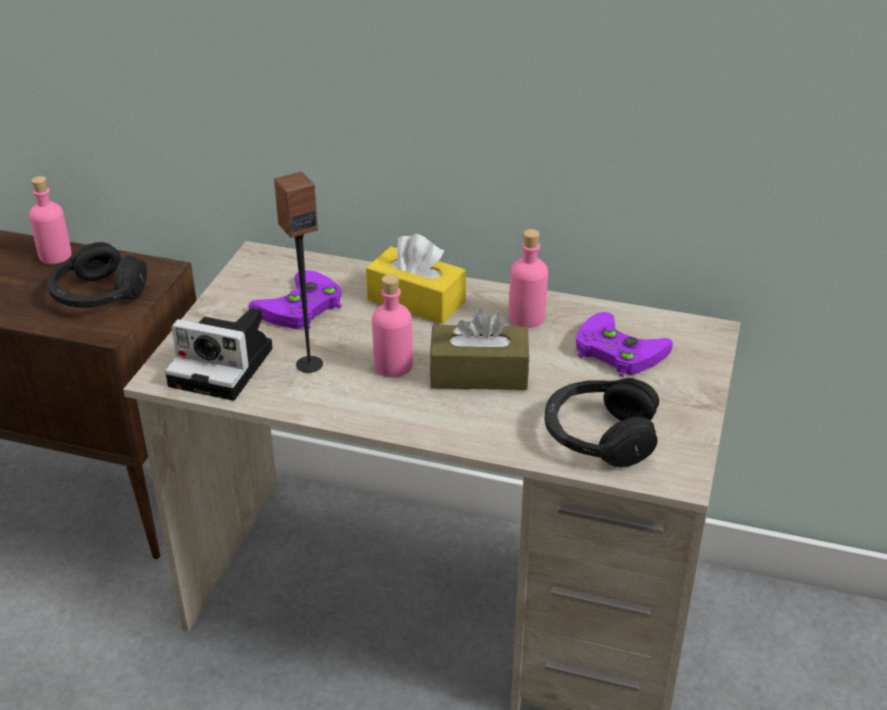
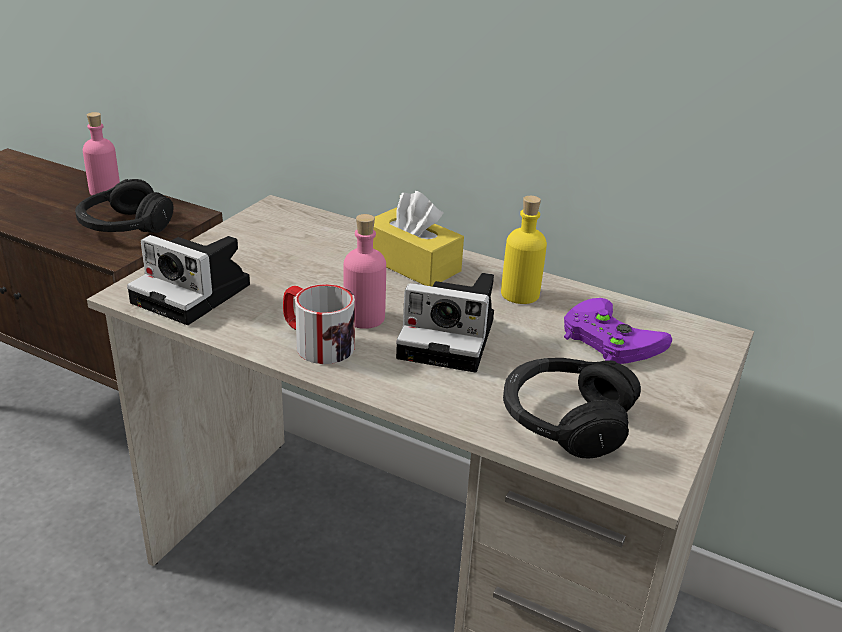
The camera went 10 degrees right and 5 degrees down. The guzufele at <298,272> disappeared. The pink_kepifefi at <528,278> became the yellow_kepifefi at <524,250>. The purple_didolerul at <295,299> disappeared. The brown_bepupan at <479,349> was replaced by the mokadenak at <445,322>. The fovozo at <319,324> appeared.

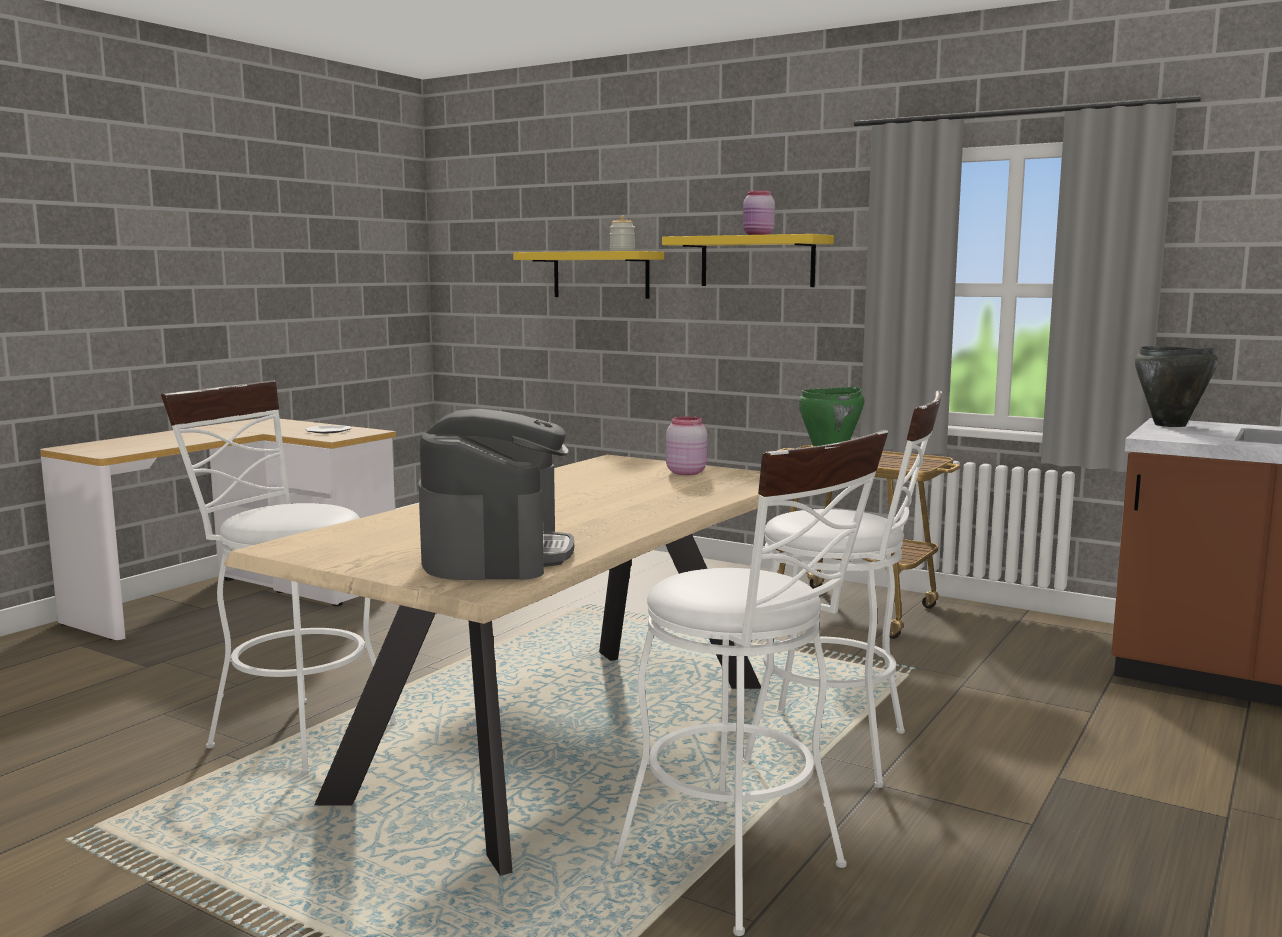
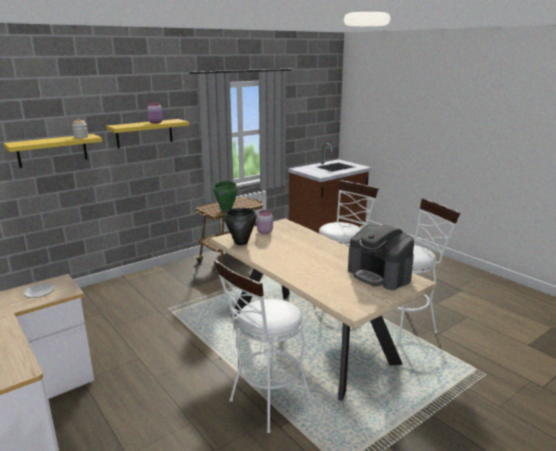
The camera went 70 degrees left and 10 degrees up. The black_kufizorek moved from <1176,386> to <240,226>. The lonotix at <496,494> turned 150 degrees counterclockwise.

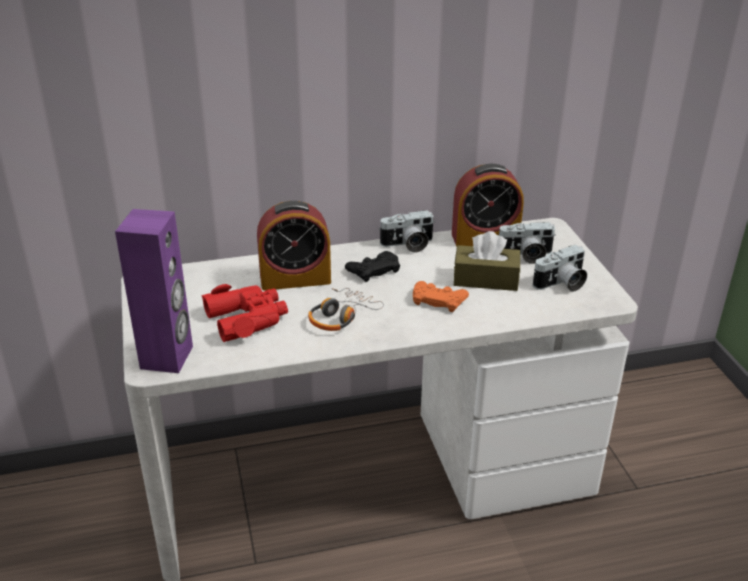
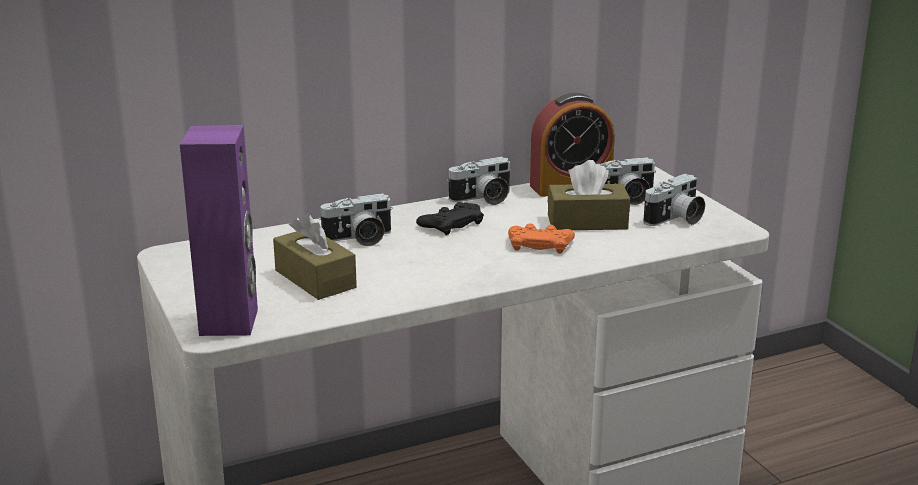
The camera went 10 degrees left and 10 degrees down. The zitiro at <294,246> was replaced by the mokadenak at <355,219>. The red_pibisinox at <245,313> was replaced by the brown_bepupan at <315,256>. The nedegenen at <346,309> disappeared.

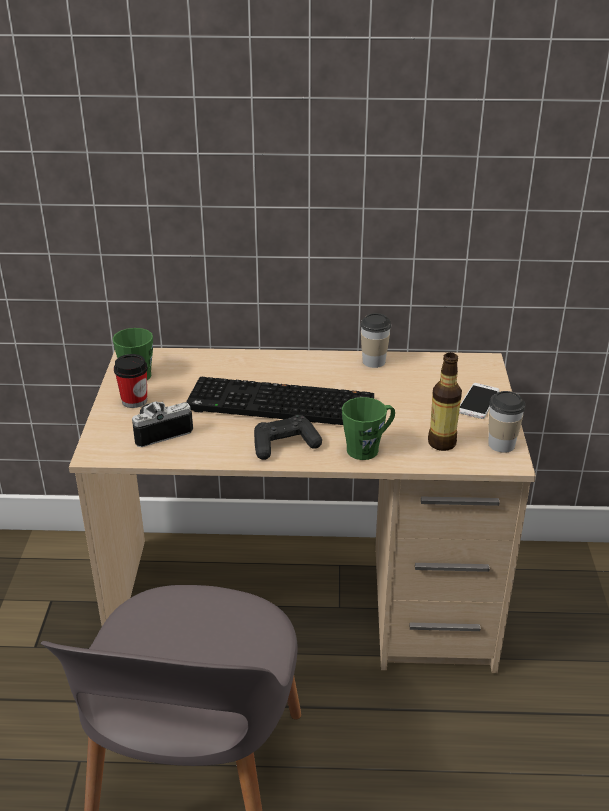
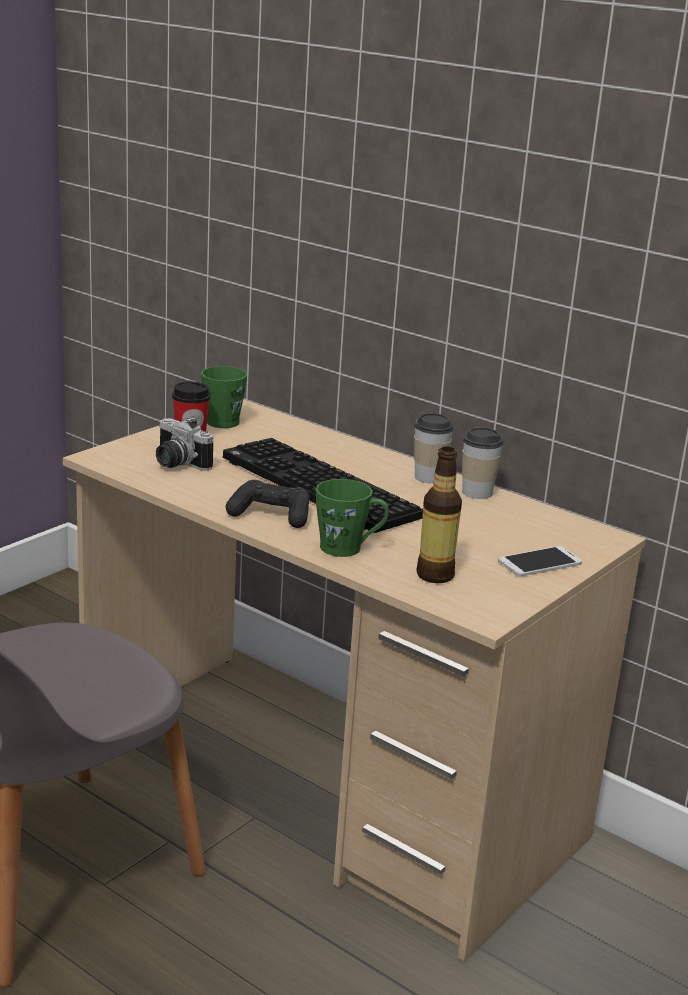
The camera went 35 degrees right and 10 degrees down. The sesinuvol moved from <507,422> to <434,448>. The mokadenak at <162,424> turned 150 degrees counterclockwise.

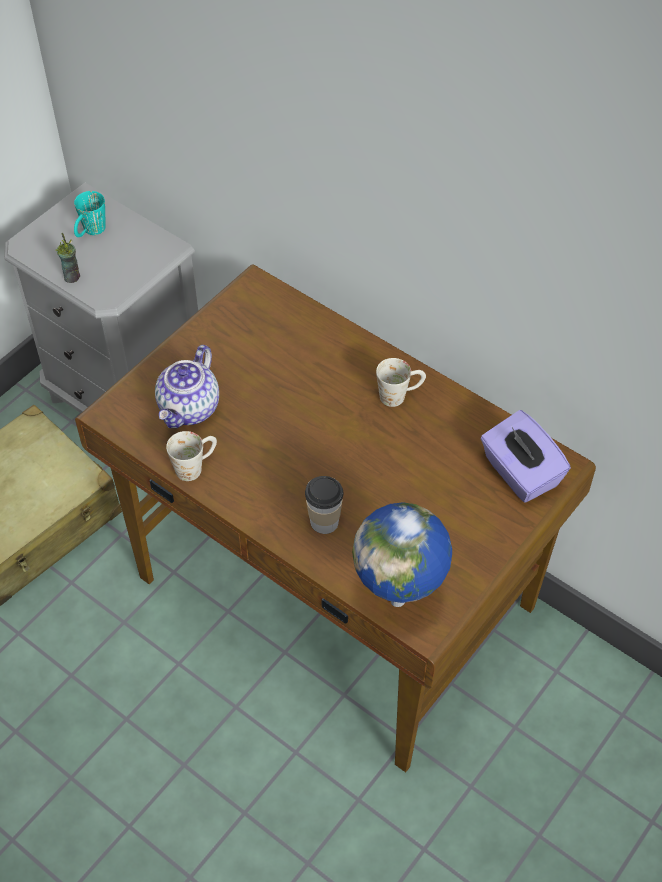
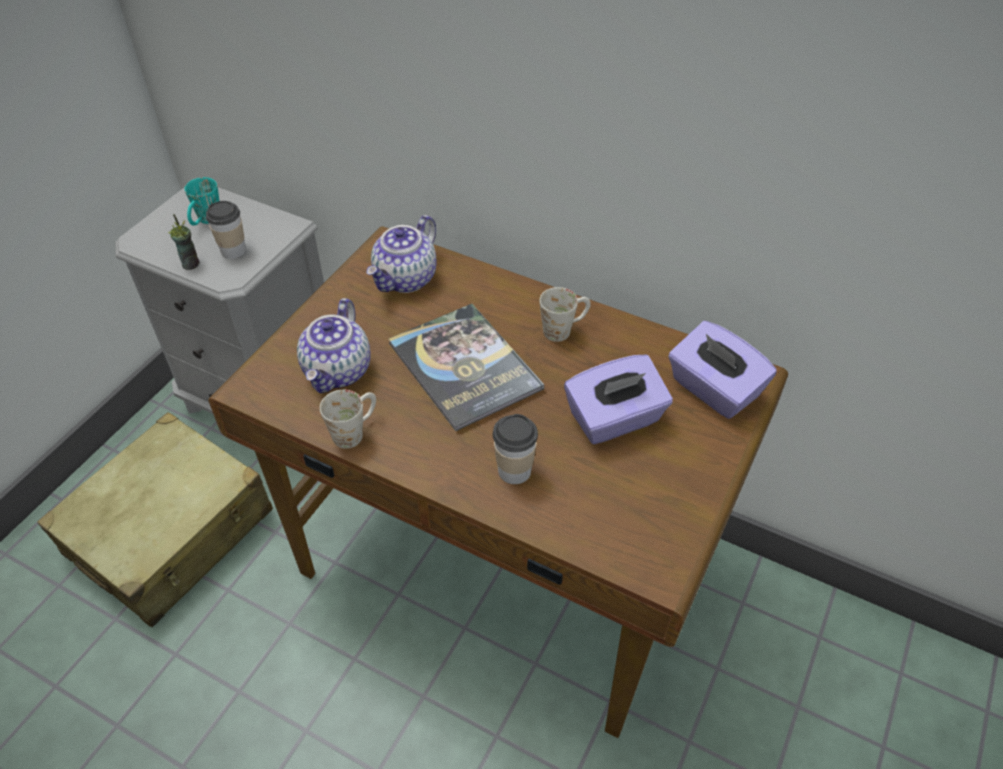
The camera went 10 degrees left and 5 degrees down. The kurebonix at <402,554> disappeared. The sesinuvol at <226,230> appeared. The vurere at <402,254> appeared. The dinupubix at <466,367> appeared. The purple_bepupan at <618,399> appeared.

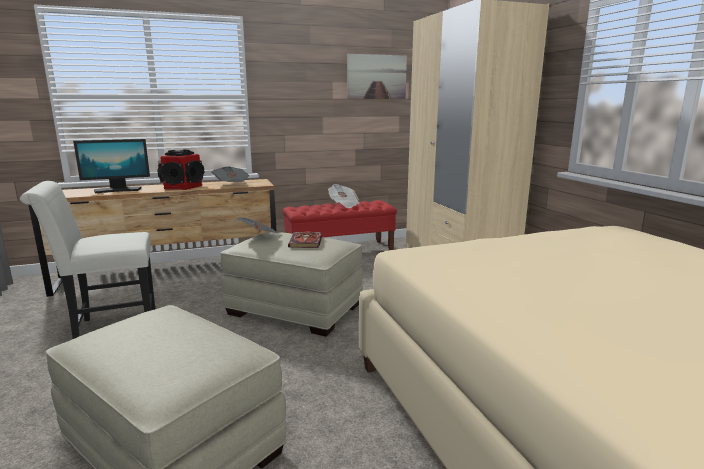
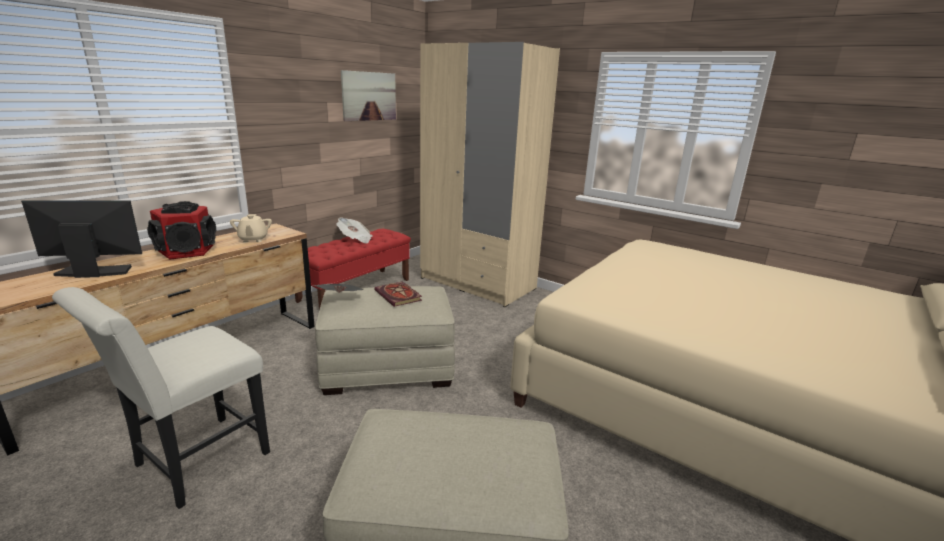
The camera went 35 degrees left and 5 degrees up. The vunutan at <111,166> turned 135 degrees counterclockwise. The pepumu at <230,174> was replaced by the beige_vurere at <251,228>.

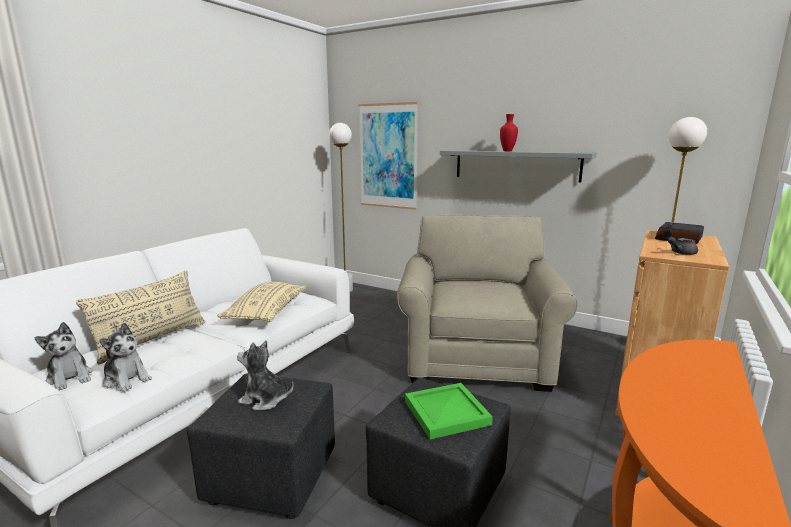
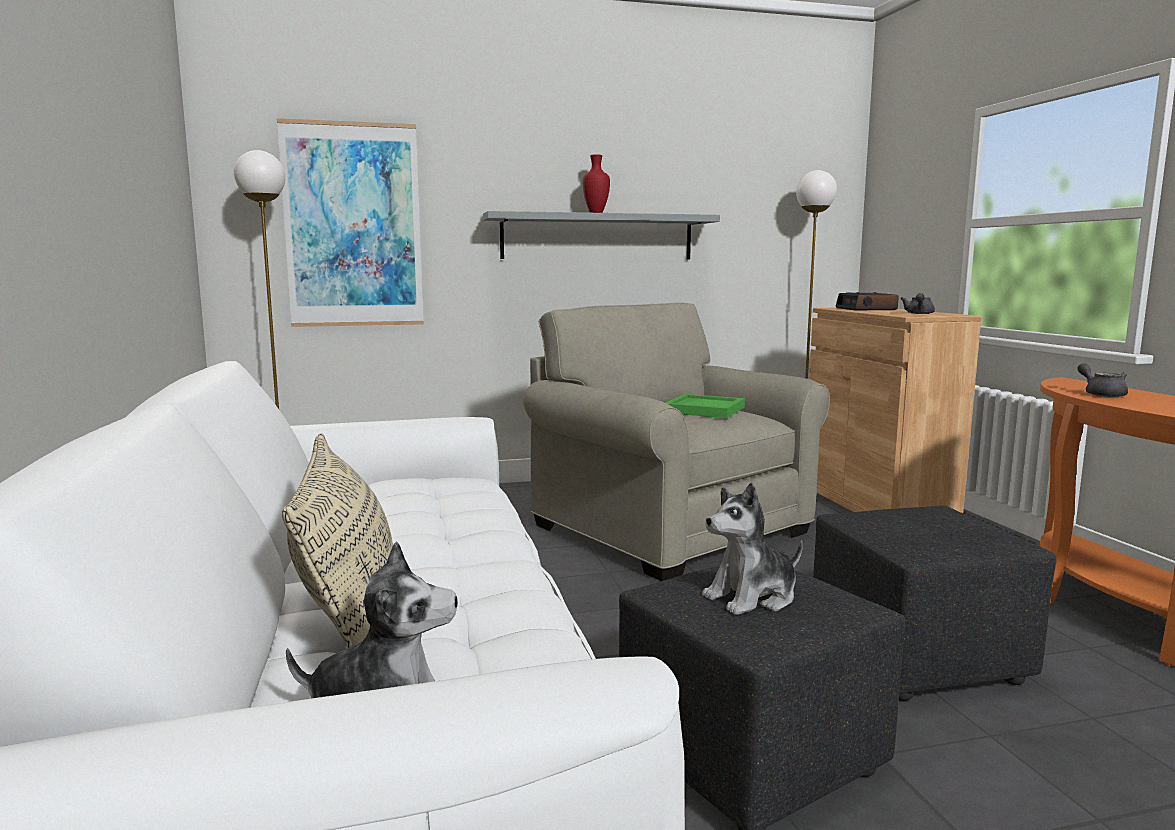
The camera went 45 degrees left and 5 degrees down. The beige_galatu at <262,302> disappeared. The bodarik at <125,357> disappeared. The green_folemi moved from <449,411> to <705,406>. The grey_vurere at <1102,380> appeared.

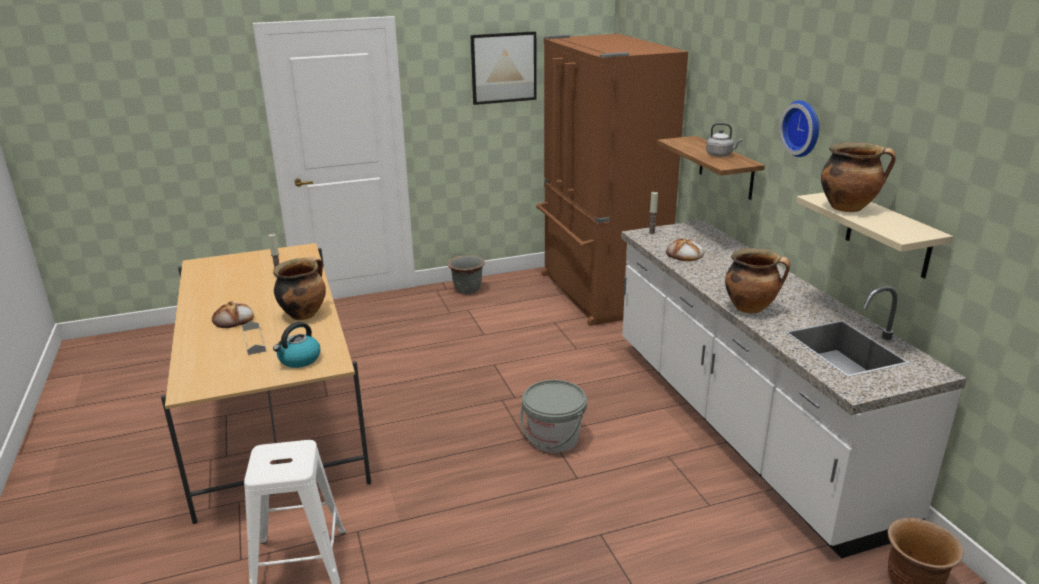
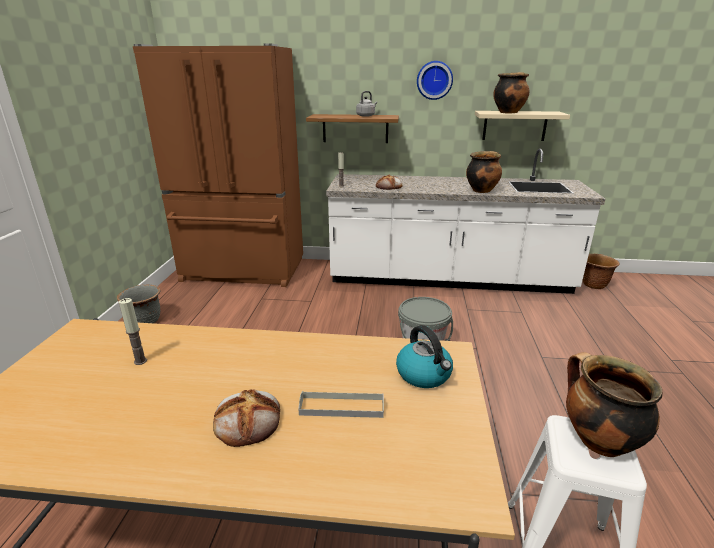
The camera went 65 degrees left and 0 degrees up. The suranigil at <503,68> disappeared. The kufizorek moved from <299,288> to <614,404>.

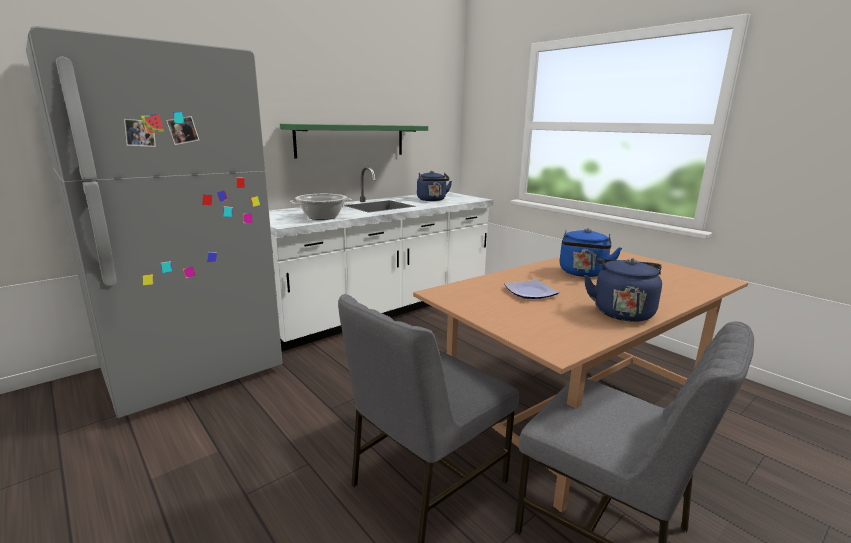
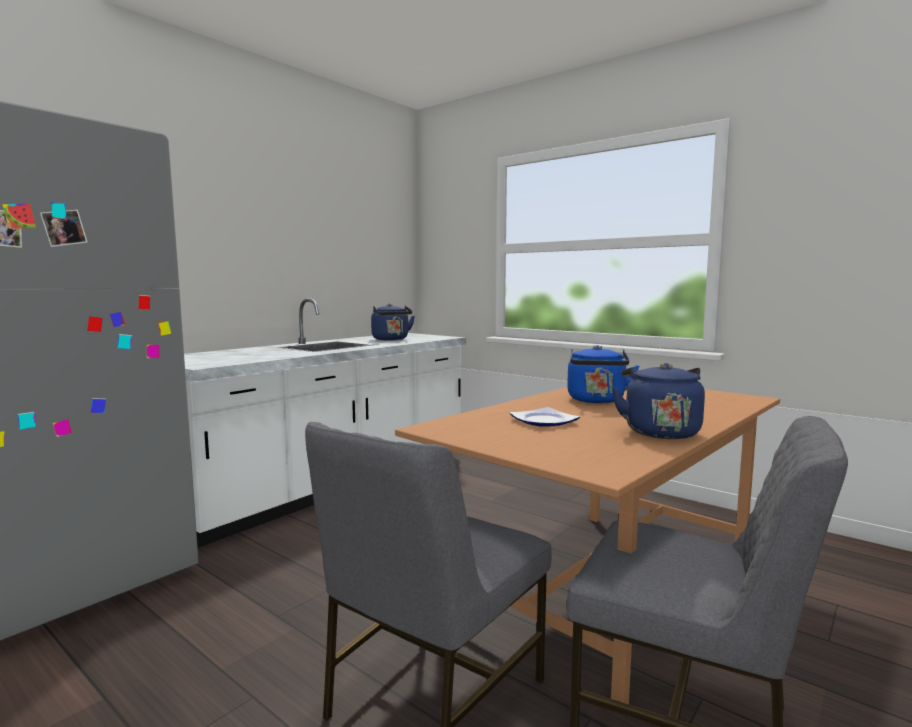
The camera went 10 degrees left and 10 degrees down. The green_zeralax at <354,141> disappeared. The kufizorek at <321,207> disappeared.

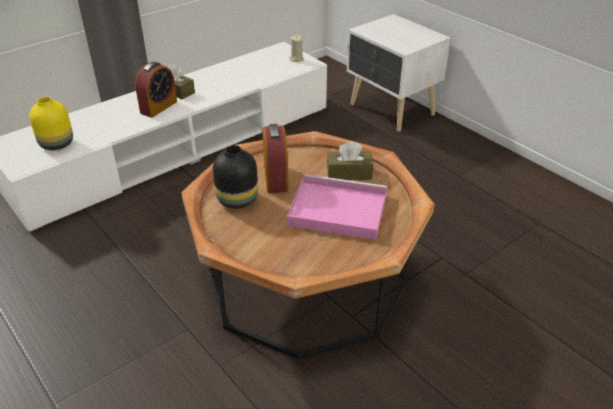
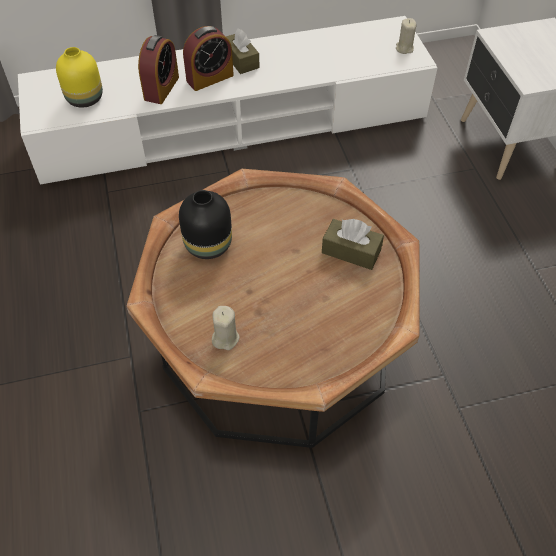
The camera went 25 degrees right and 15 degrees up. The zitiro moved from <275,158> to <158,69>. The pink_folemi at <337,207> disappeared. The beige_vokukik at <226,328> appeared.

